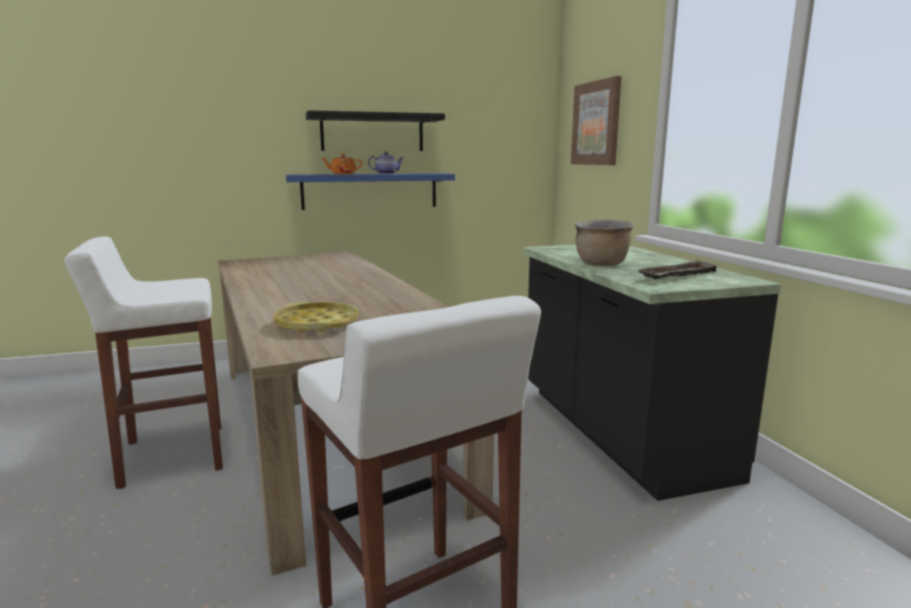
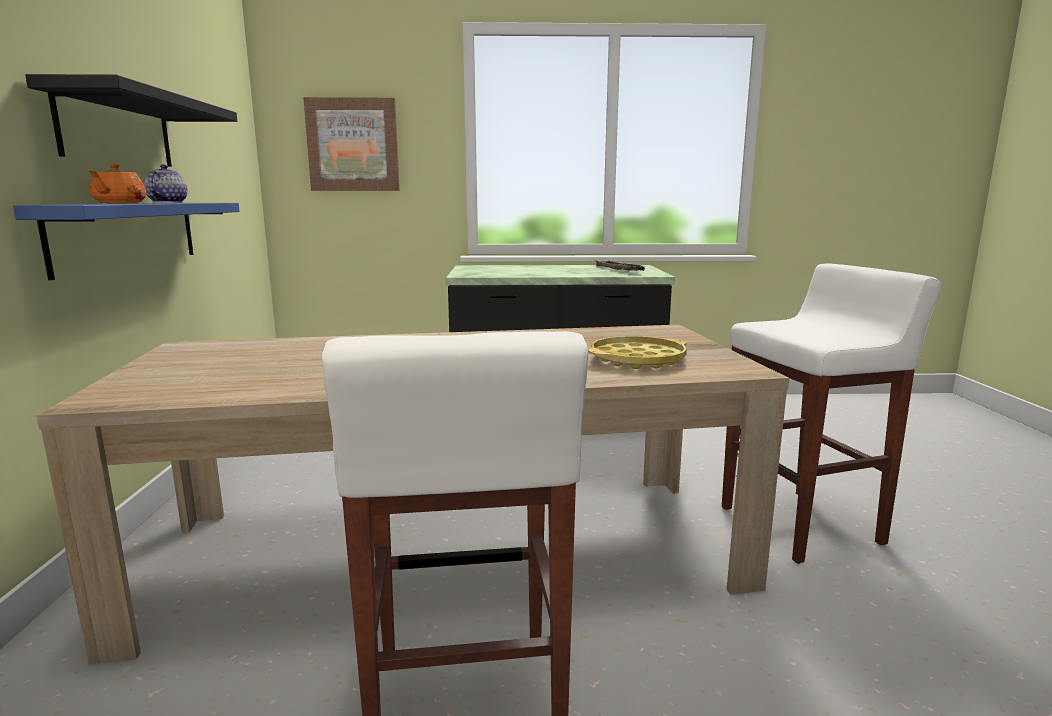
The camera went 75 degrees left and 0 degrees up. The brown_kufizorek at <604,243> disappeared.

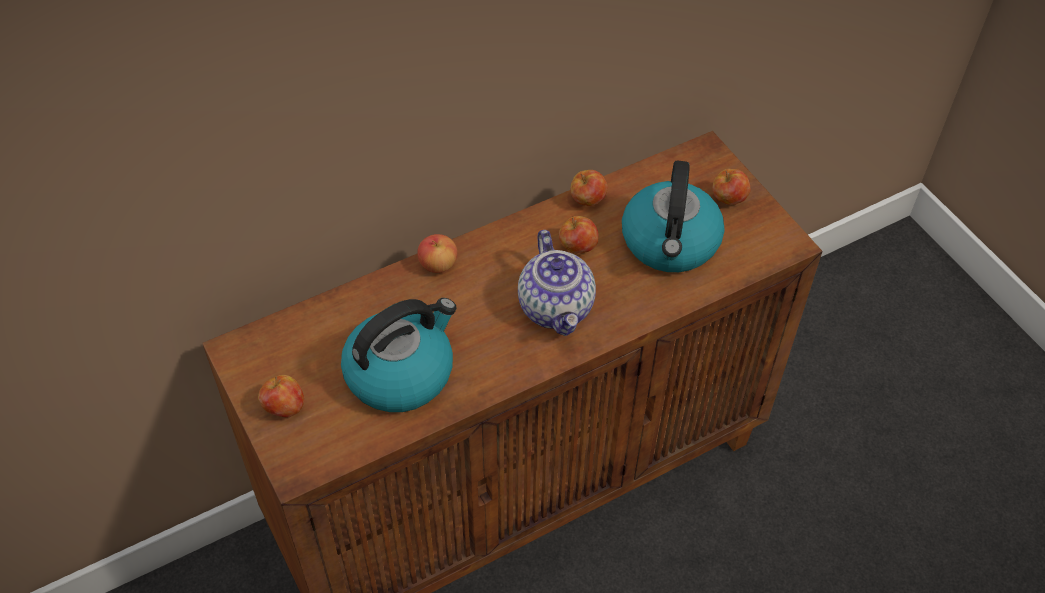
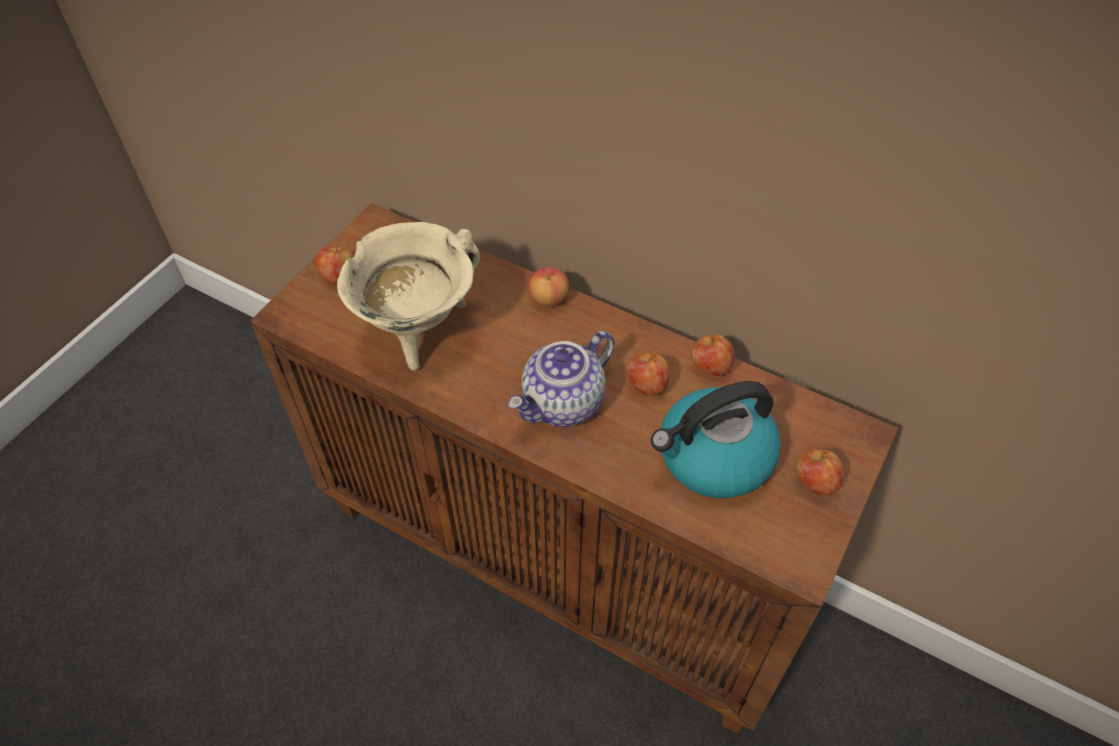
The camera went 60 degrees right and 0 degrees up. The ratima at <399,355> was replaced by the beige_kufizorek at <408,296>.

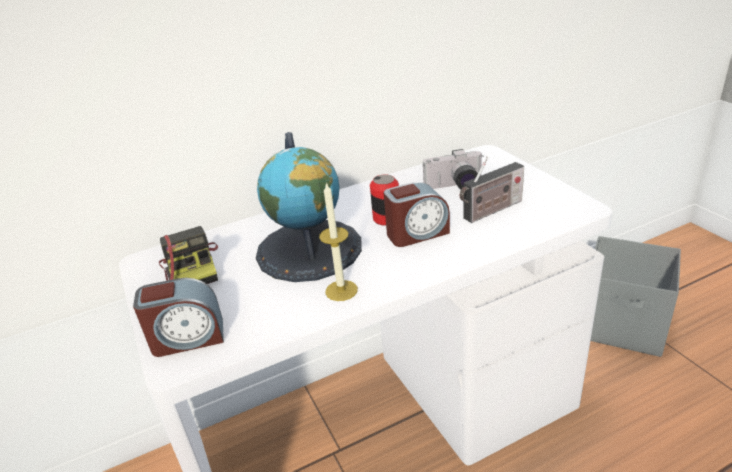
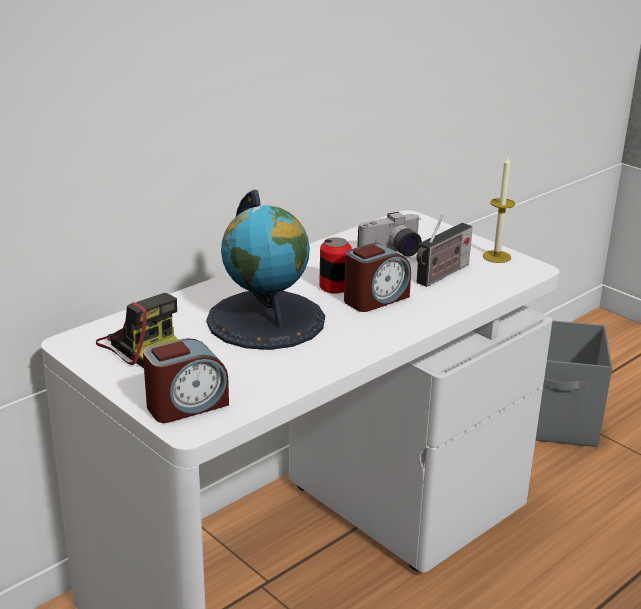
The camera went 20 degrees left and 5 degrees down. The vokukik moved from <338,241> to <499,209>.

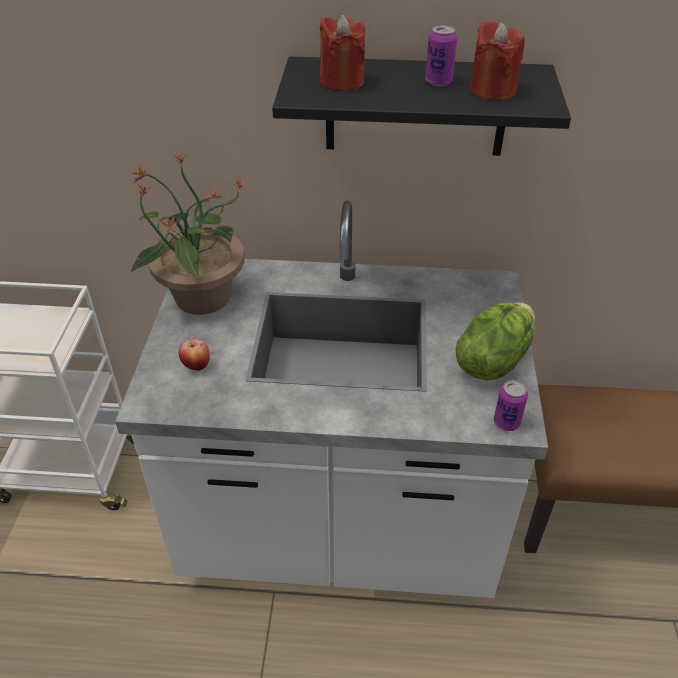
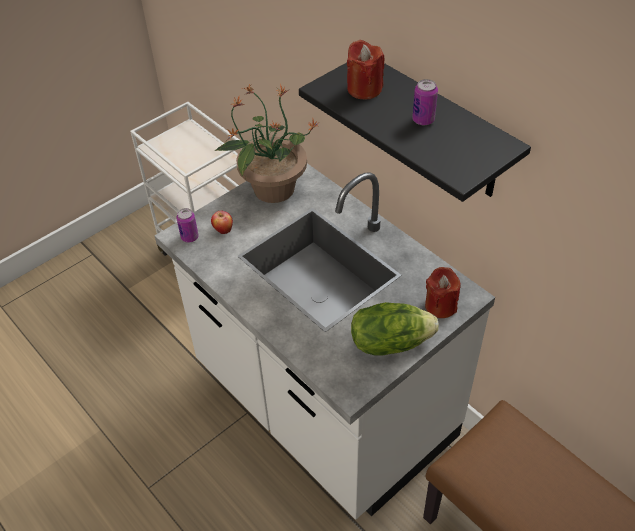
The camera went 45 degrees right and 5 degrees up. The red_vokukik moved from <497,61> to <442,292>. The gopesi moved from <511,405> to <187,225>.

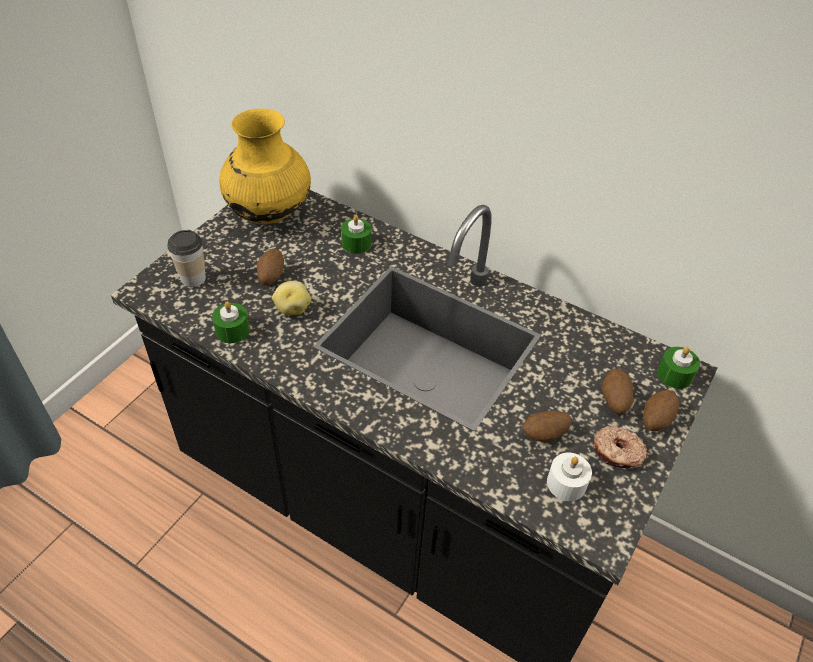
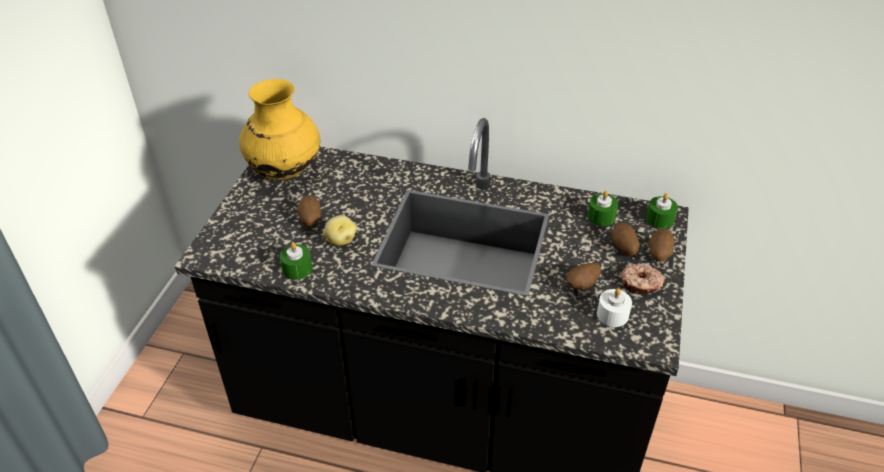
The camera went 15 degrees left and 5 degrees down. The green_vokukik moved from <356,234> to <602,208>. The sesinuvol at <186,258> disappeared.

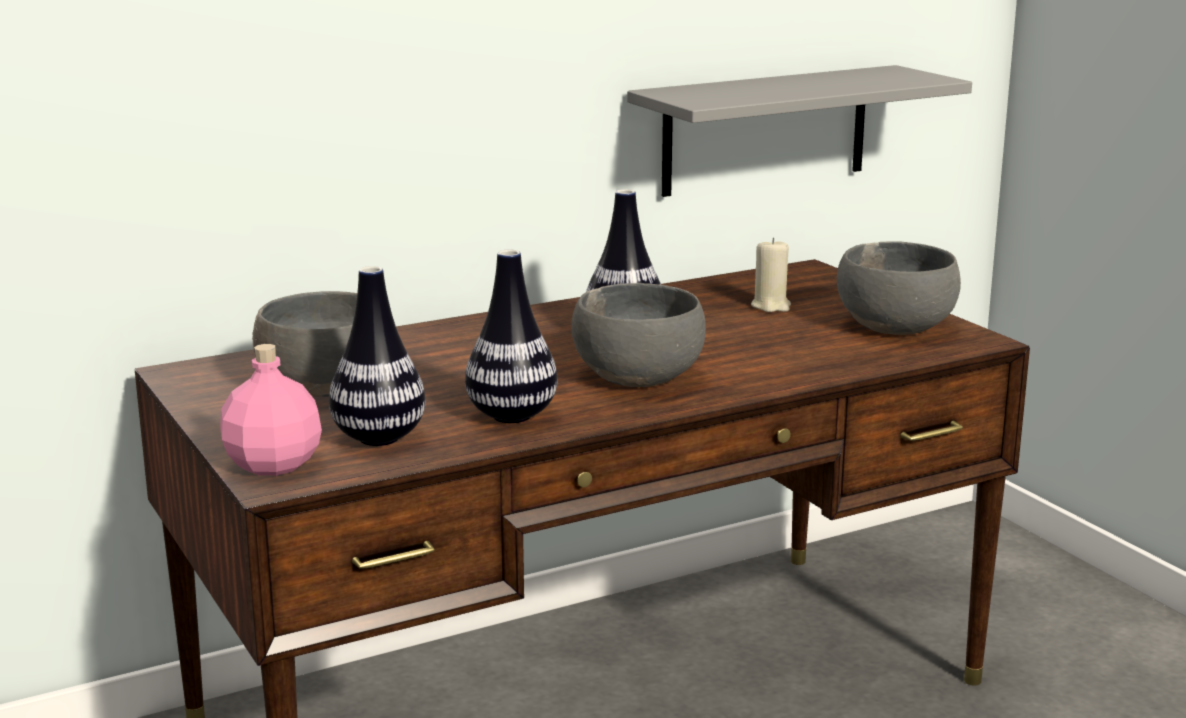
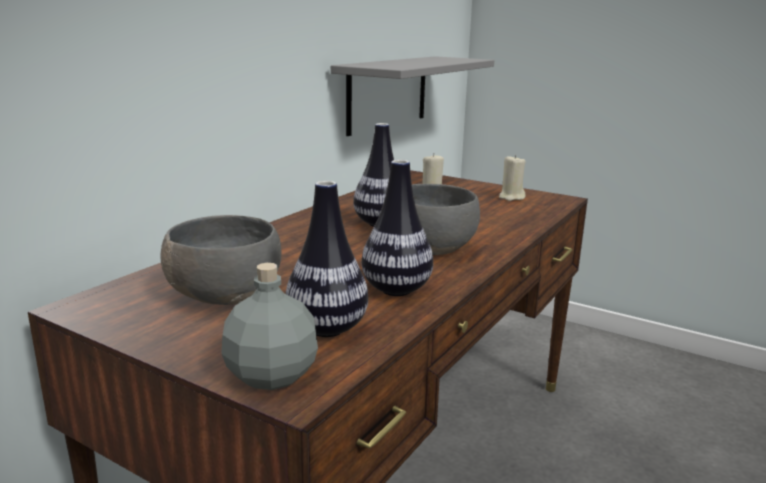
The camera went 30 degrees left and 0 degrees up. The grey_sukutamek at <899,288> was replaced by the beige_vokukik at <512,178>. The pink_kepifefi at <271,410> became the grey_kepifefi at <269,326>.

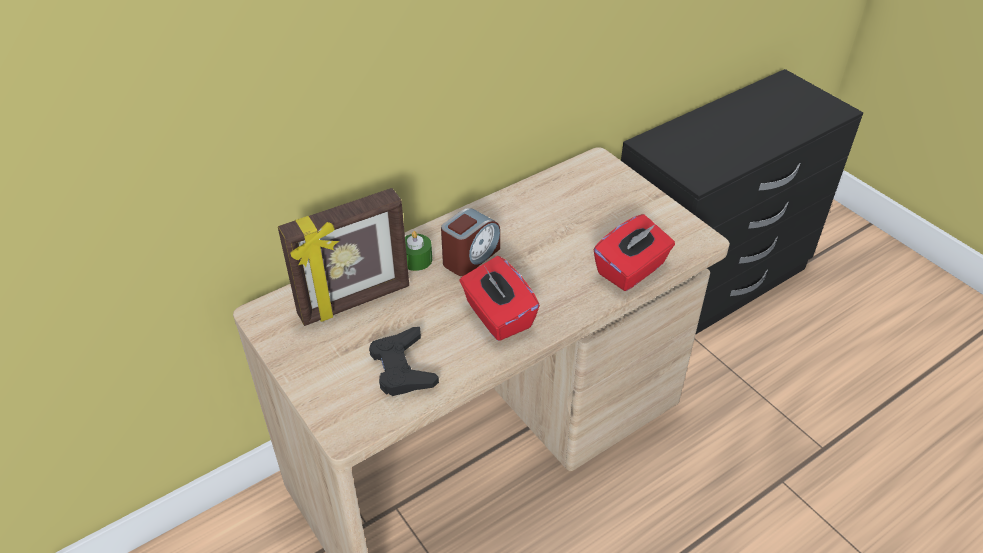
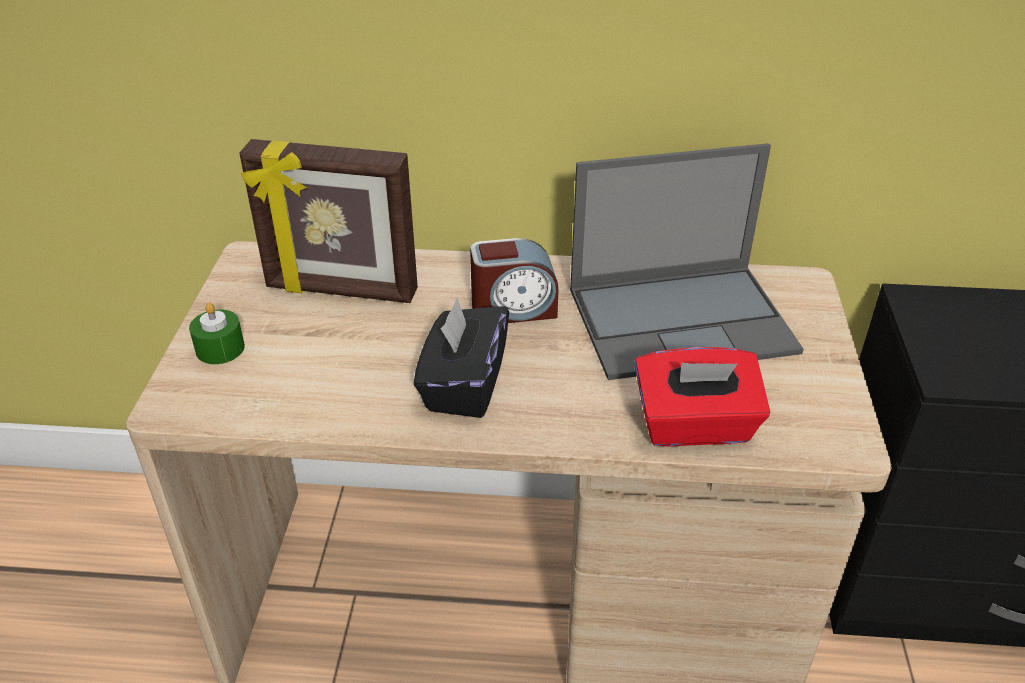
The camera went 40 degrees right and 5 degrees down. The green_vokukik moved from <418,251> to <217,333>. The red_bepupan at <499,298> became the black_bepupan at <461,358>. The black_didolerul at <404,361> disappeared. The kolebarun at <687,261> appeared.

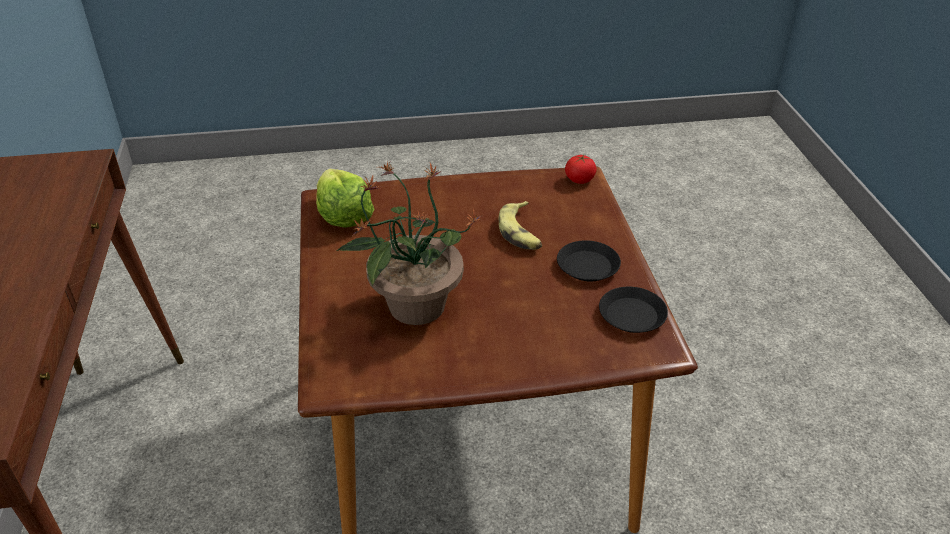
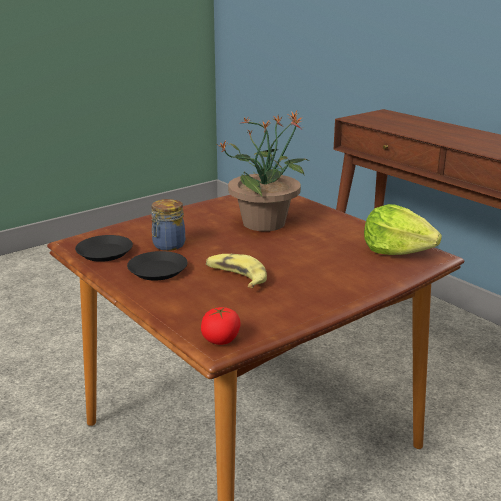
The camera went 150 degrees right and 15 degrees down. The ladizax at <168,225> appeared.

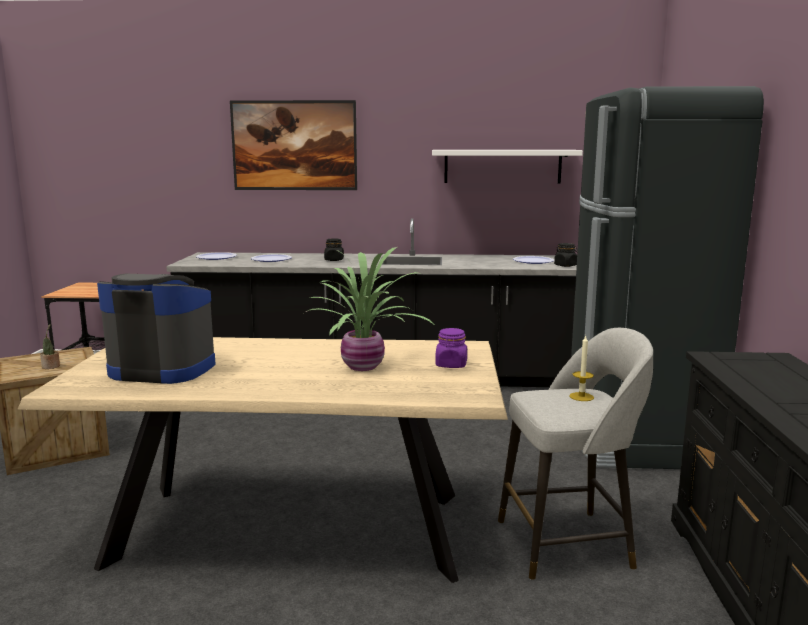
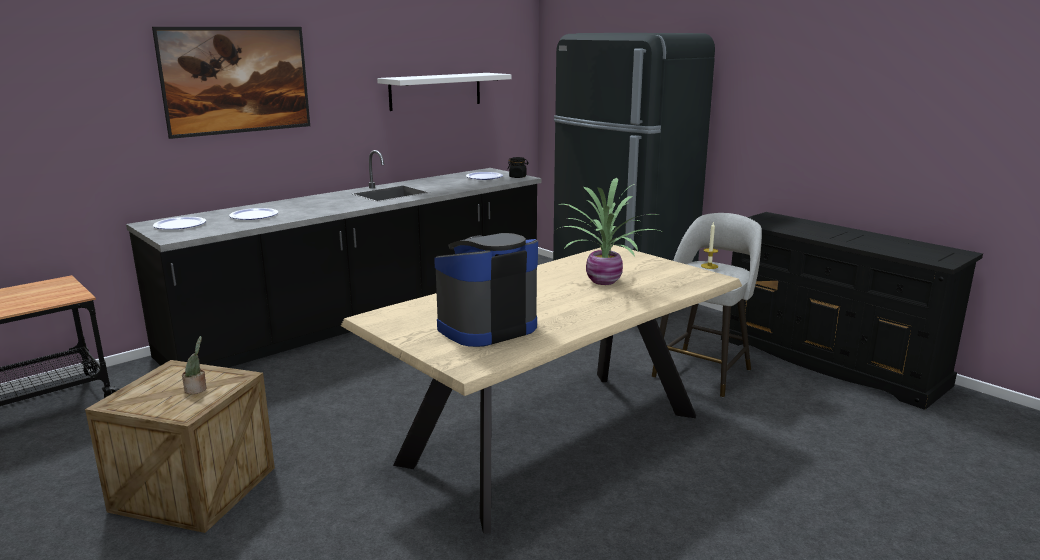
The camera went 45 degrees left and 5 degrees up. The black_ladizax at <334,249> disappeared. The purple_ladizax at <451,348> disappeared.

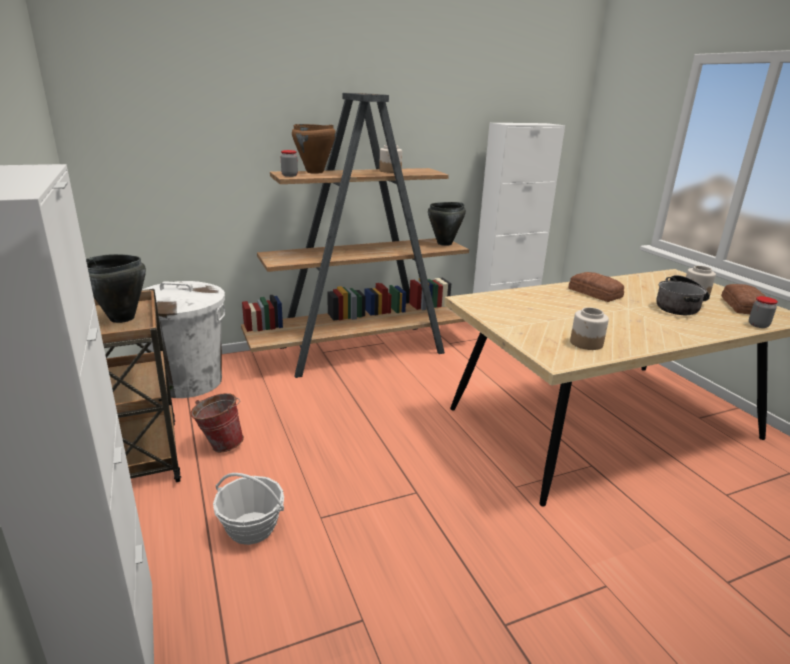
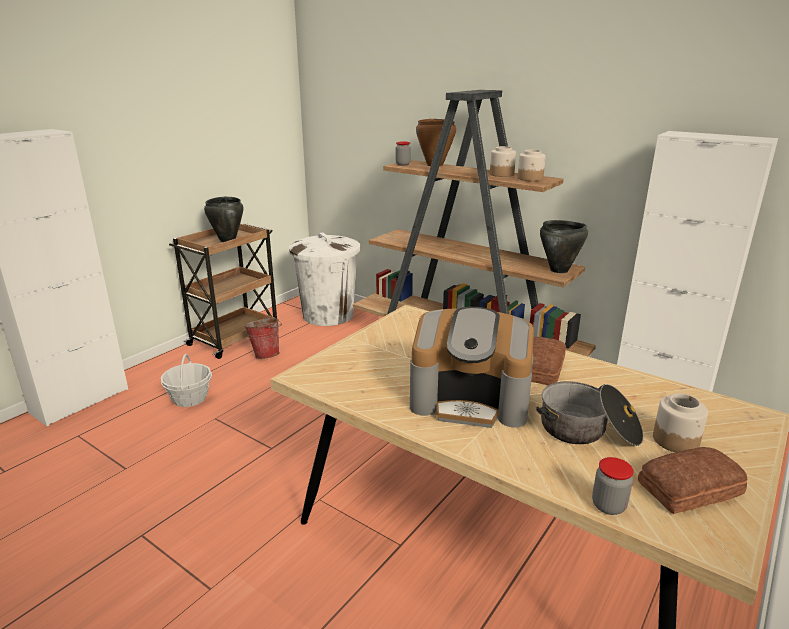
The camera went 60 degrees right and 0 degrees up. The ladizax moved from <589,328> to <532,165>. The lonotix at <472,367> appeared.

